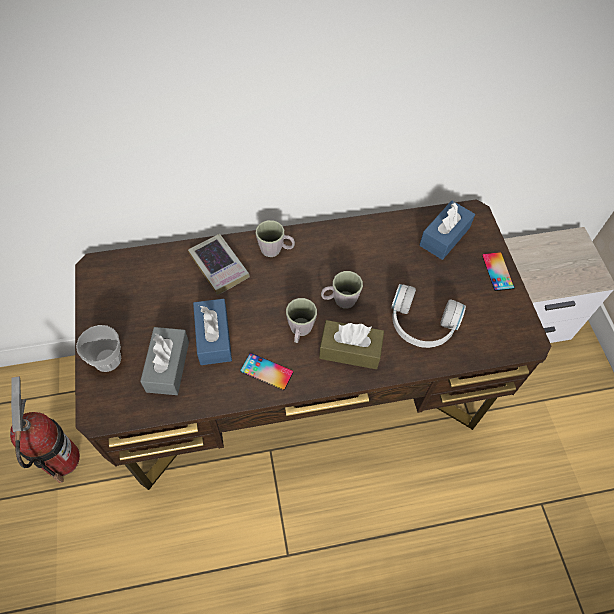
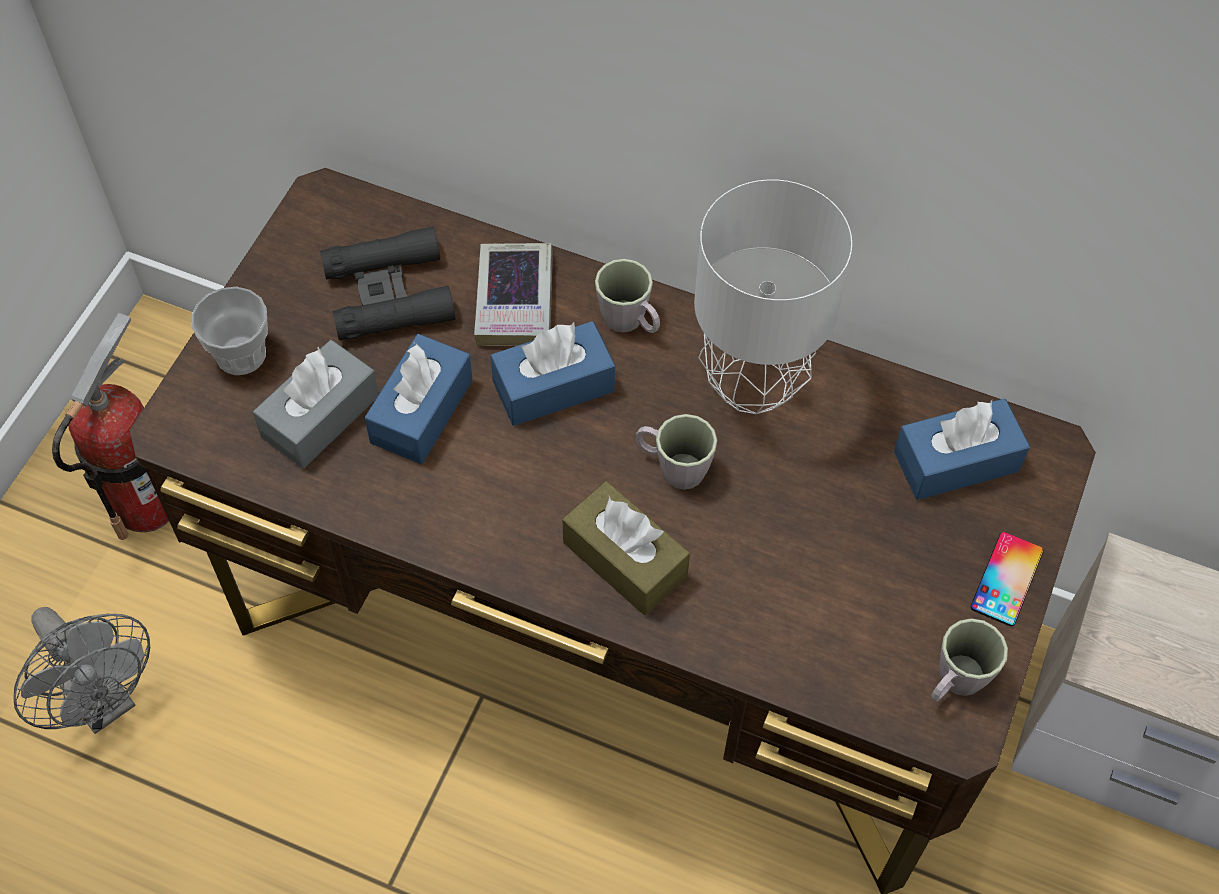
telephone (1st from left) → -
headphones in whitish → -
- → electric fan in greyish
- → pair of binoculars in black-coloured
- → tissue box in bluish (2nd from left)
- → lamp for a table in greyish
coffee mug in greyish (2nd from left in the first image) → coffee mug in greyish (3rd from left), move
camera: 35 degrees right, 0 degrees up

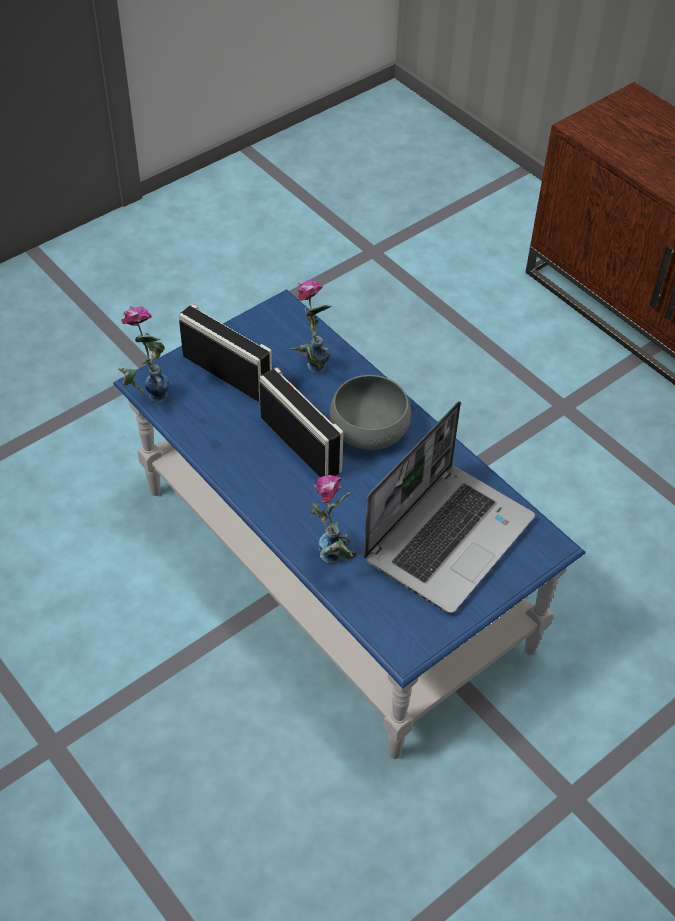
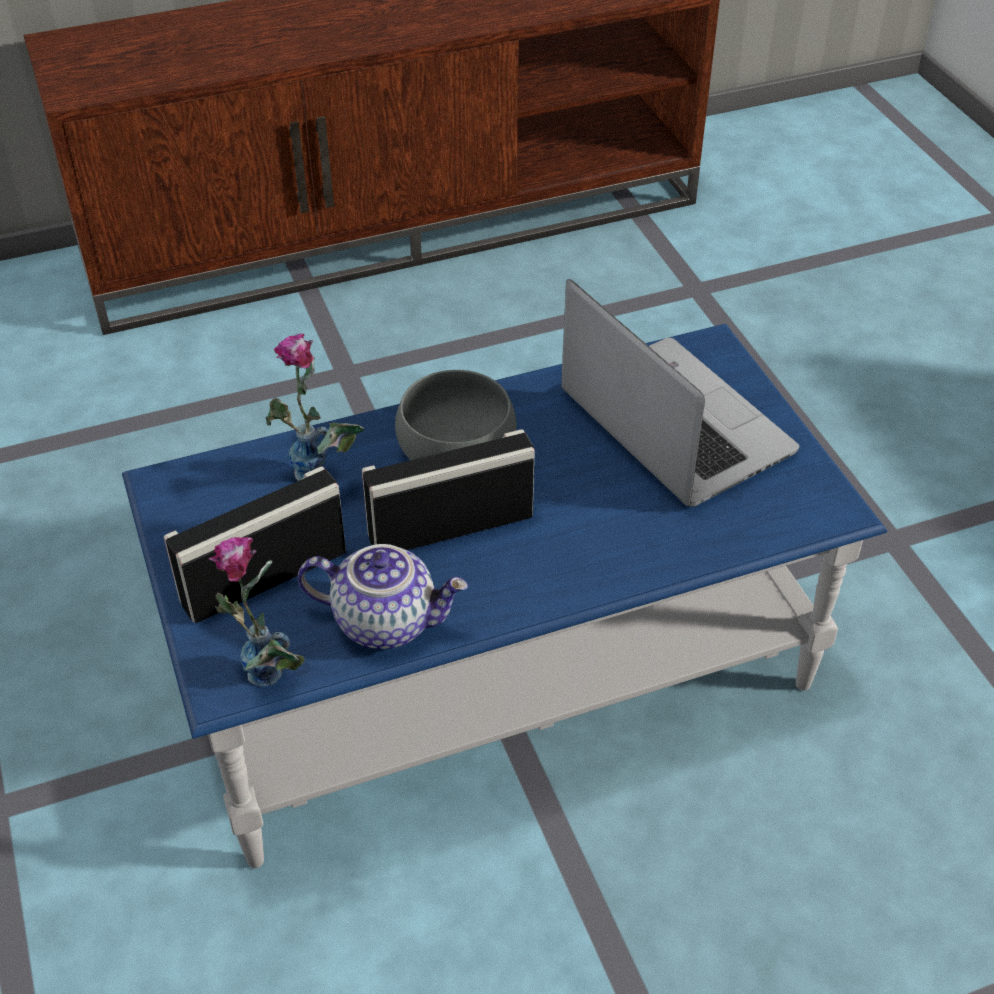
decorative vase (3rd from left) → -
- → pot for tea
camera: 70 degrees left, 5 degrees down

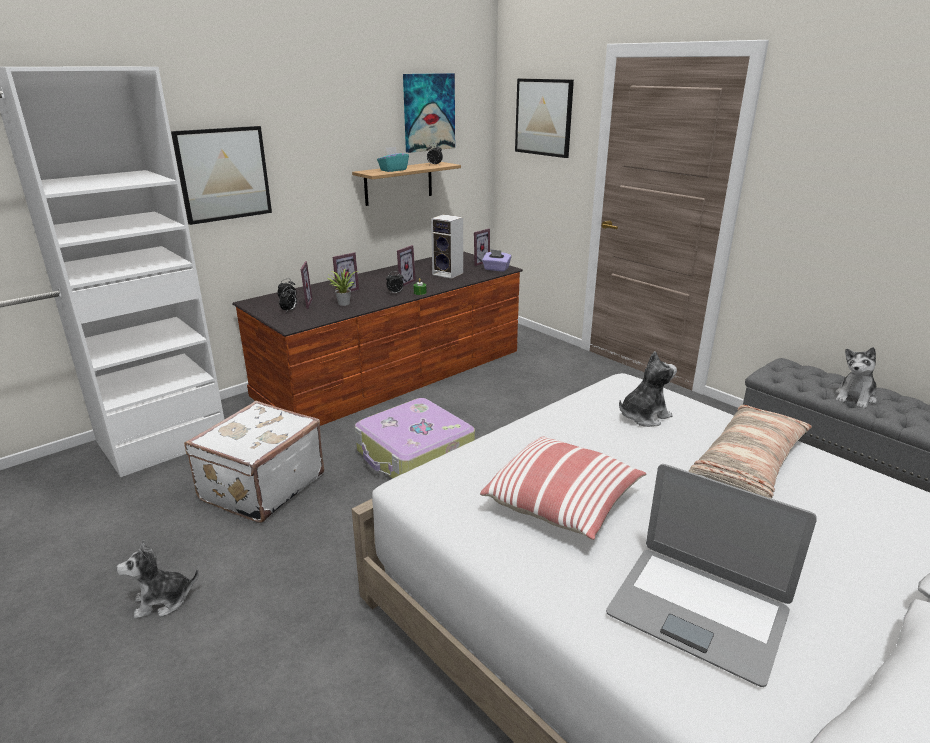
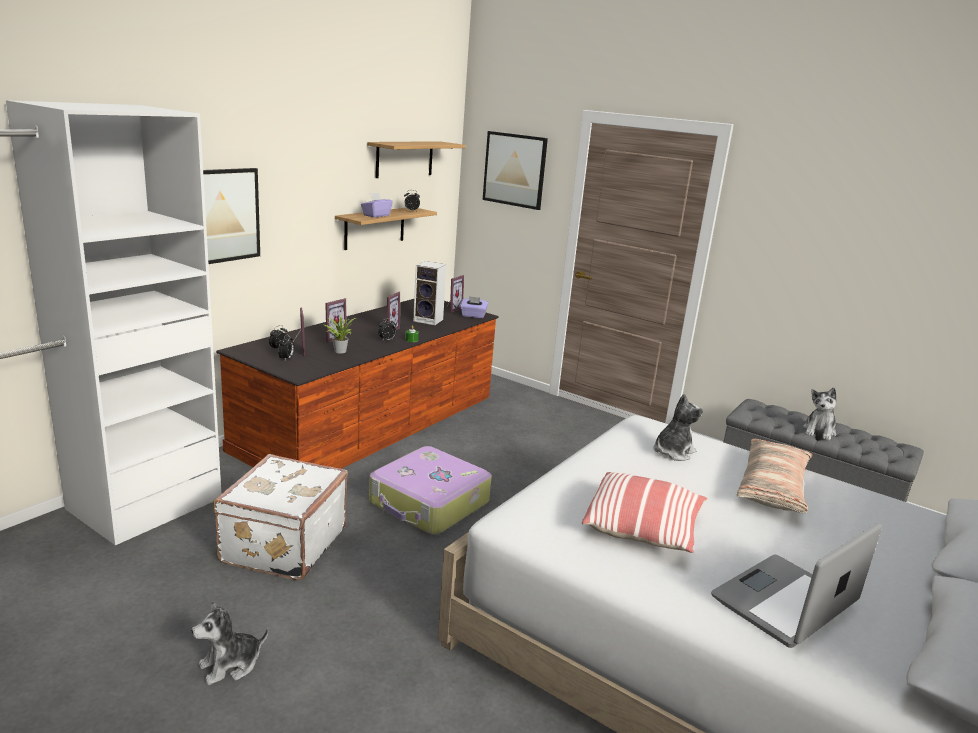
picture (2nd from left) → shelf (2nd from left)
tissue box in turquoise → tissue box in purplish (1st from left)
laptop, 120 degrees clockwise
camera: 15 degrees left, 5 degrees down

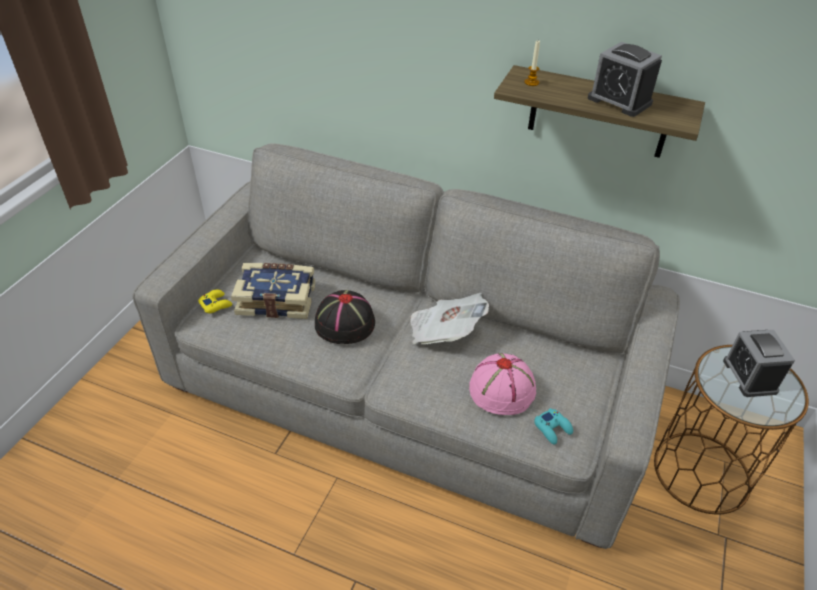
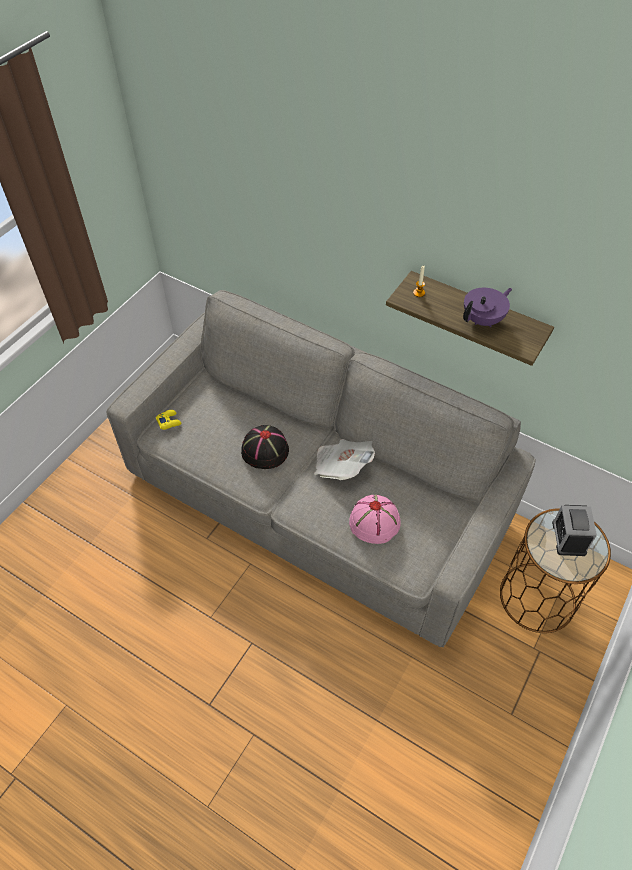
book → -
game controller in turquoise → -
bedside clock (1st from left) → pot for tea in purplish
camera: 10 degrees right, 10 degrees up

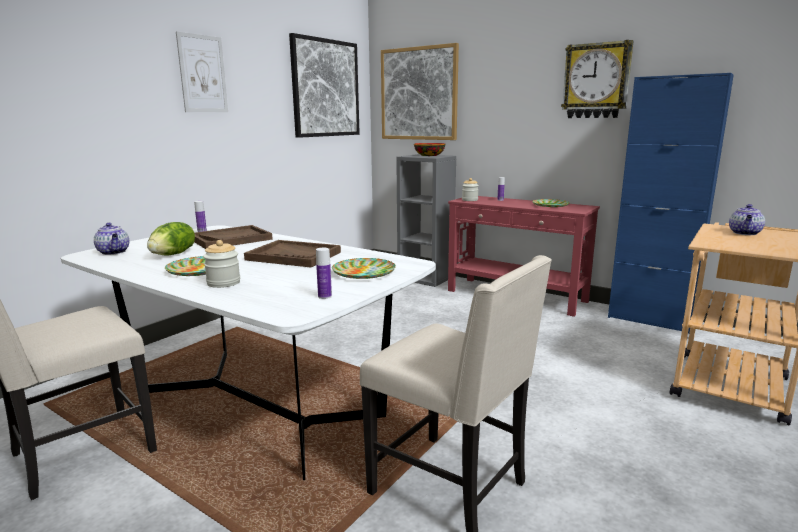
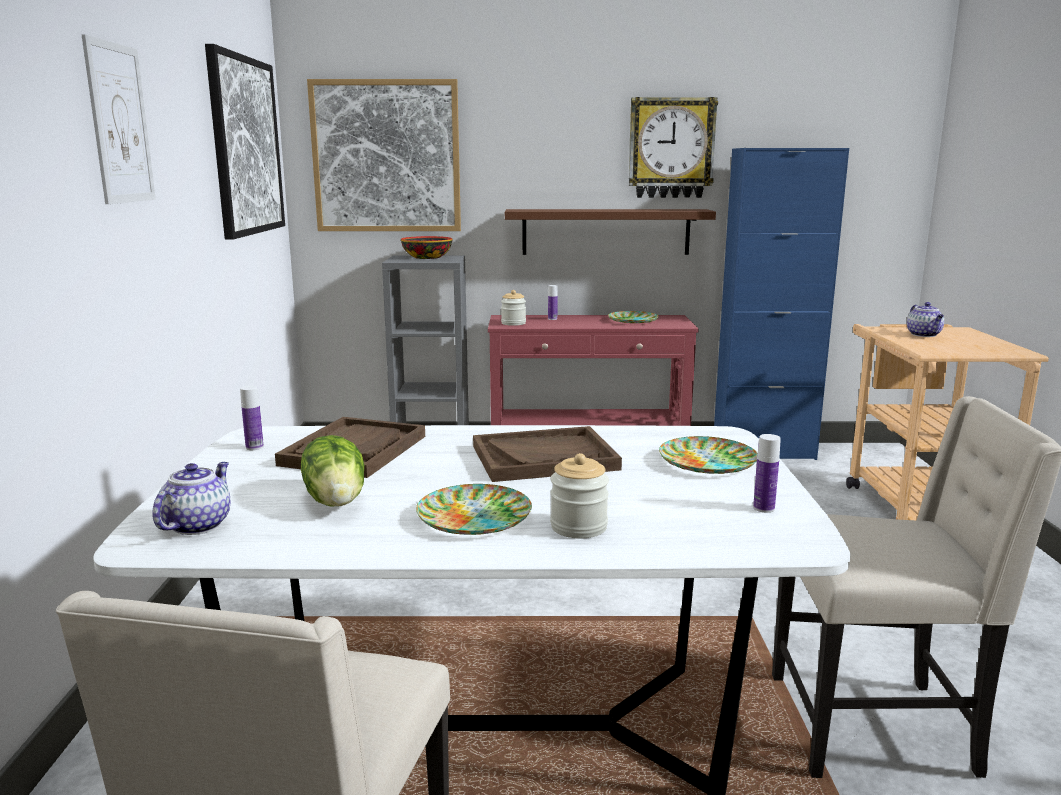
- → shelf in brown
pot for tea (1st from left), 90 degrees counterclockwise
camera: 35 degrees left, 0 degrees up

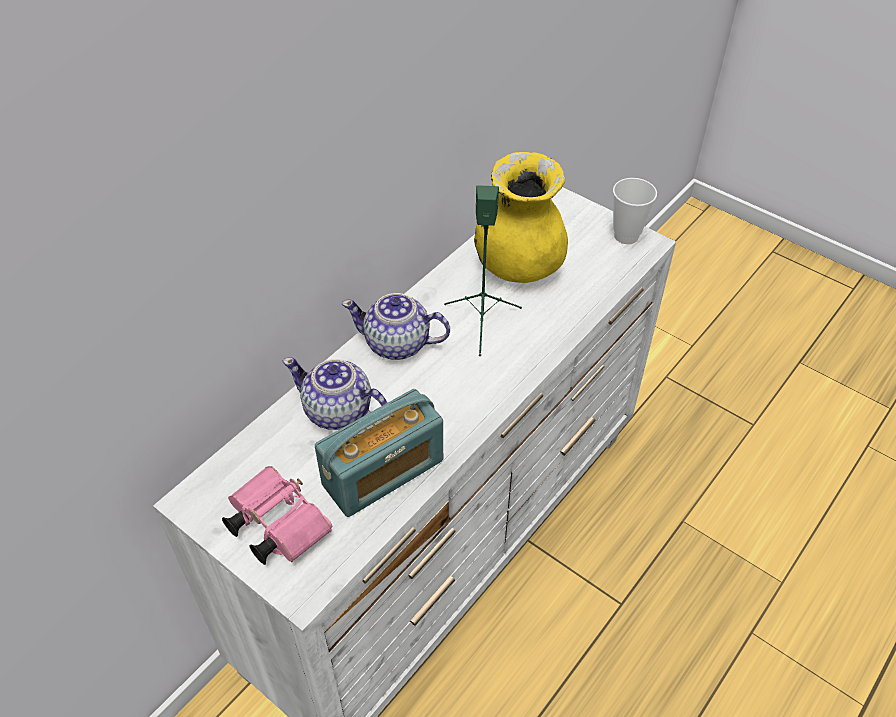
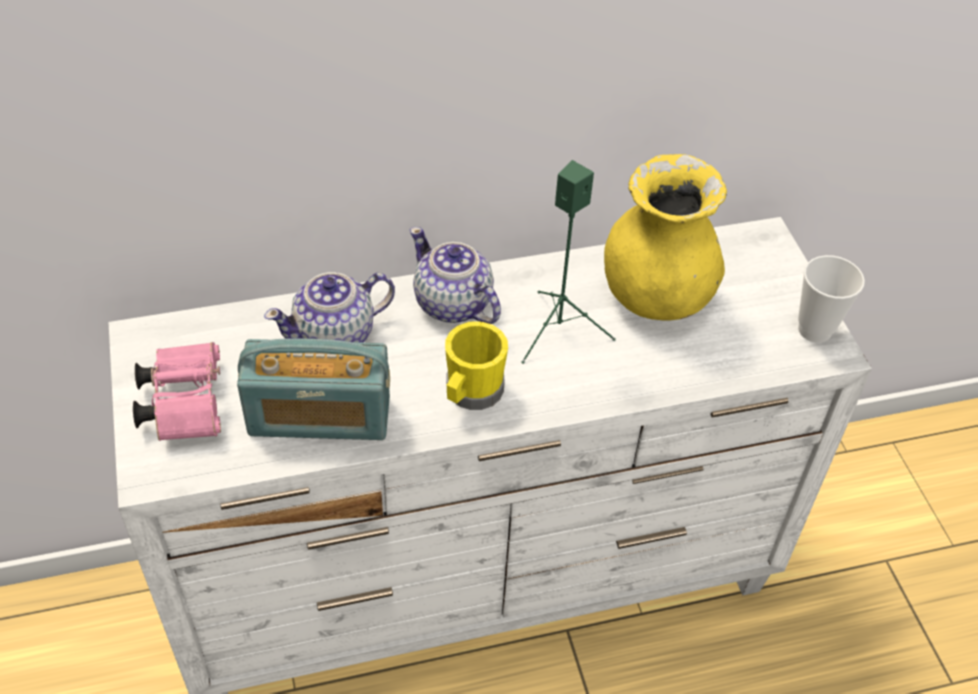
- → coffee mug in yellow
pot for tea (1st from left), 90 degrees counterclockwise
camera: 35 degrees right, 0 degrees up

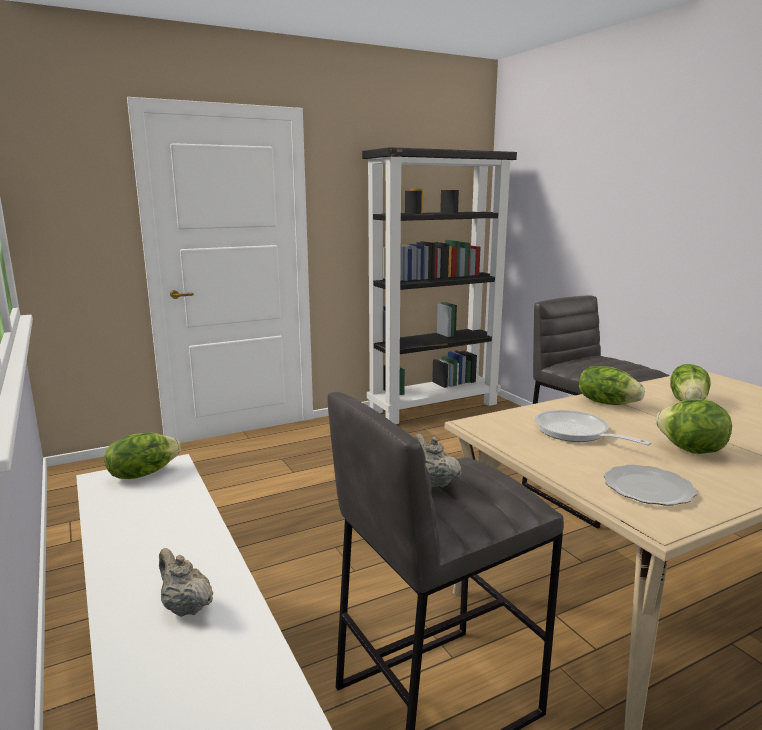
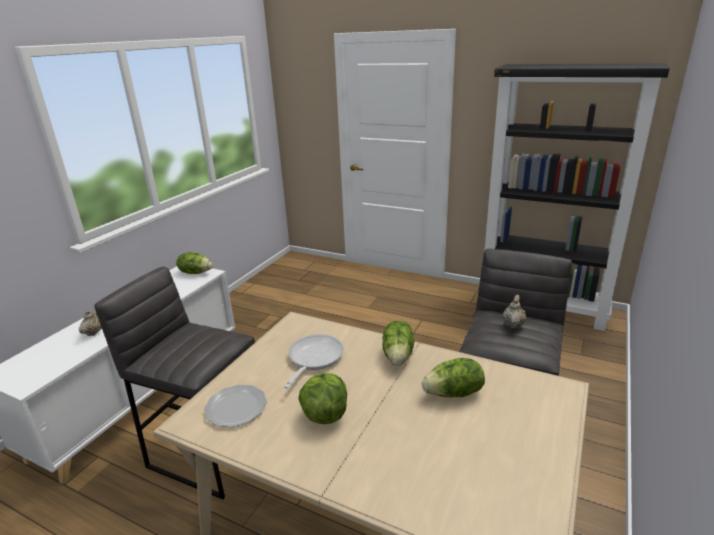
pot for tea in beige-coloured (2nd from left), move
camera: 55 degrees right, 10 degrees up

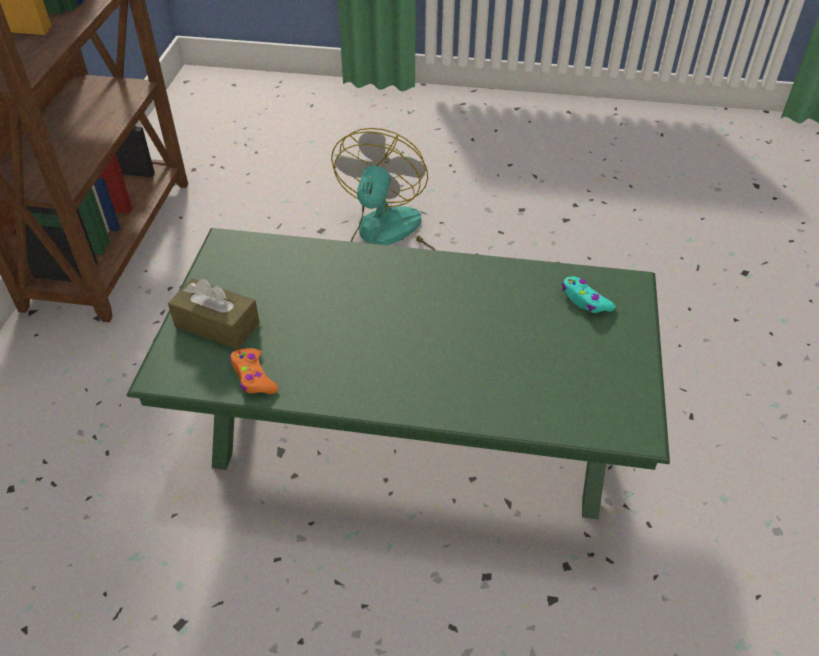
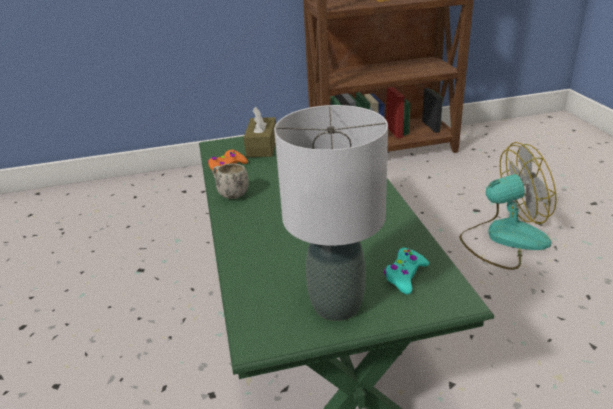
- → coffee mug in whitish
- → lamp for a table in greyish
camera: 70 degrees right, 15 degrees down

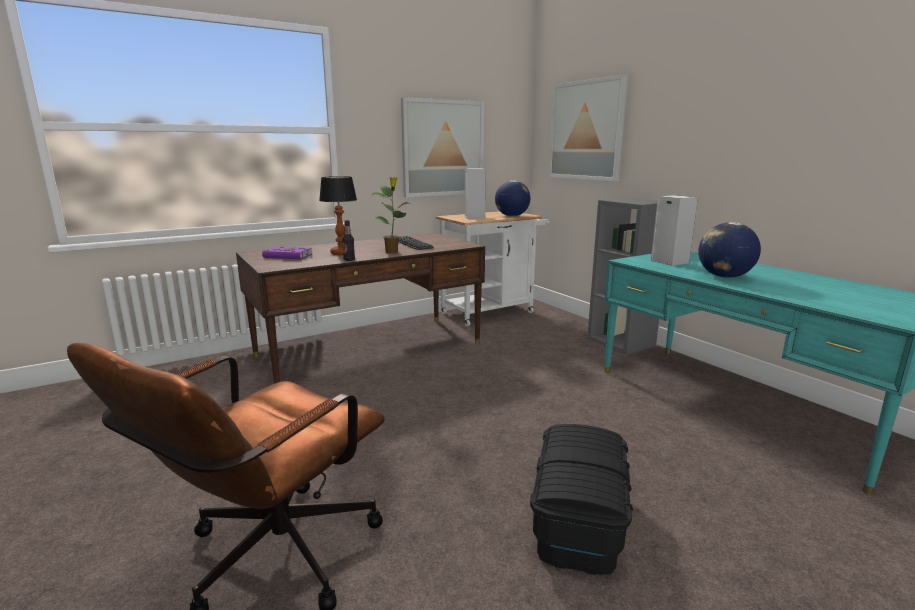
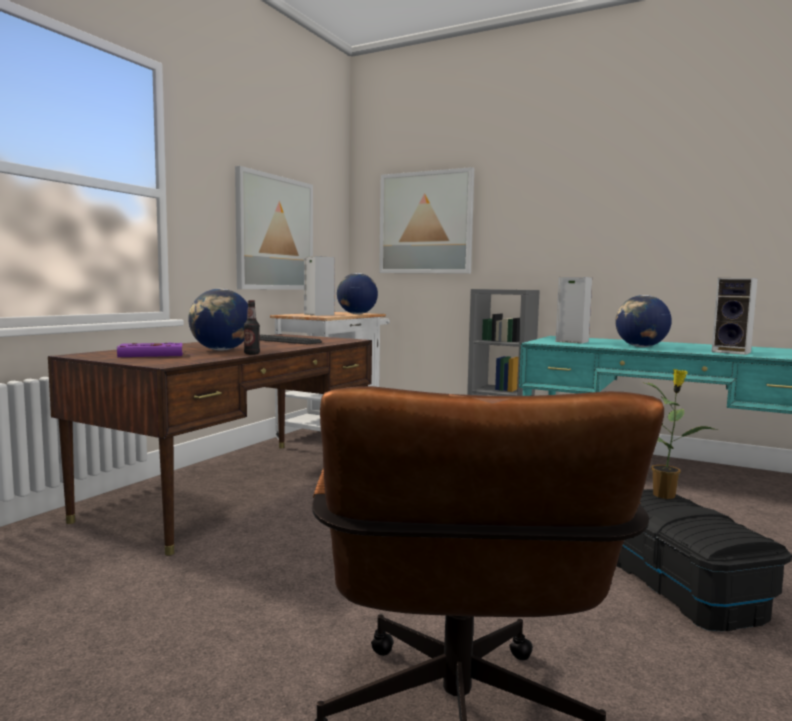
- → speaker (3rd from left)
potted plant, move
lamp for a table → world globe (1st from left)
camera: 30 degrees left, 10 degrees down

